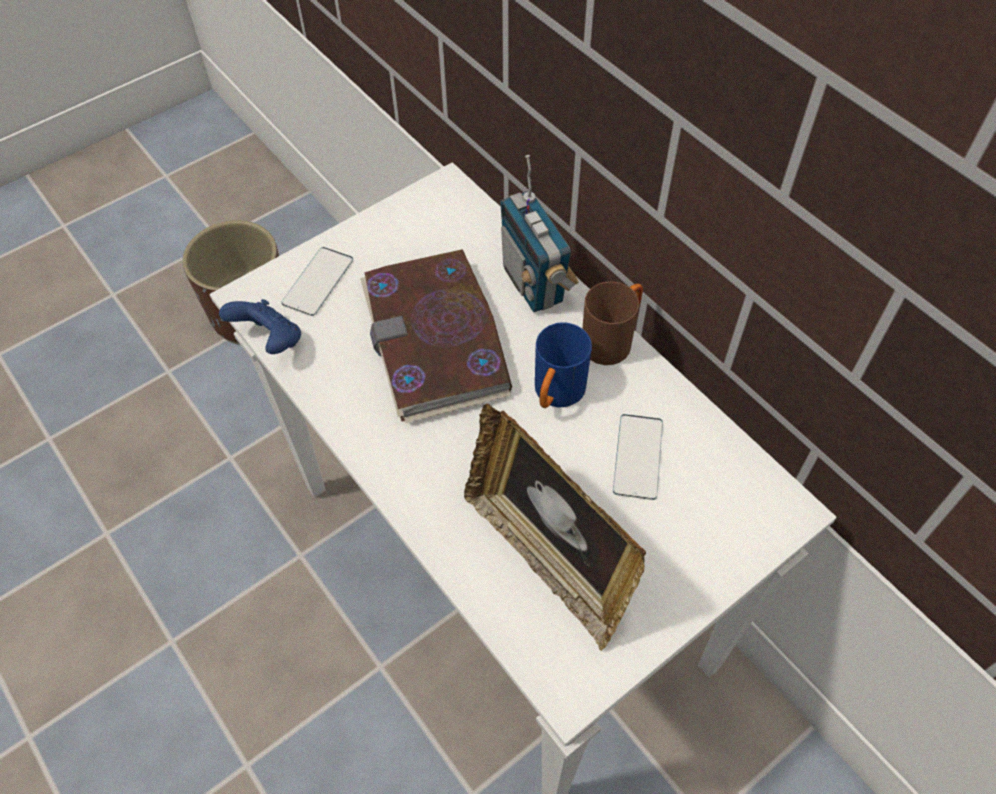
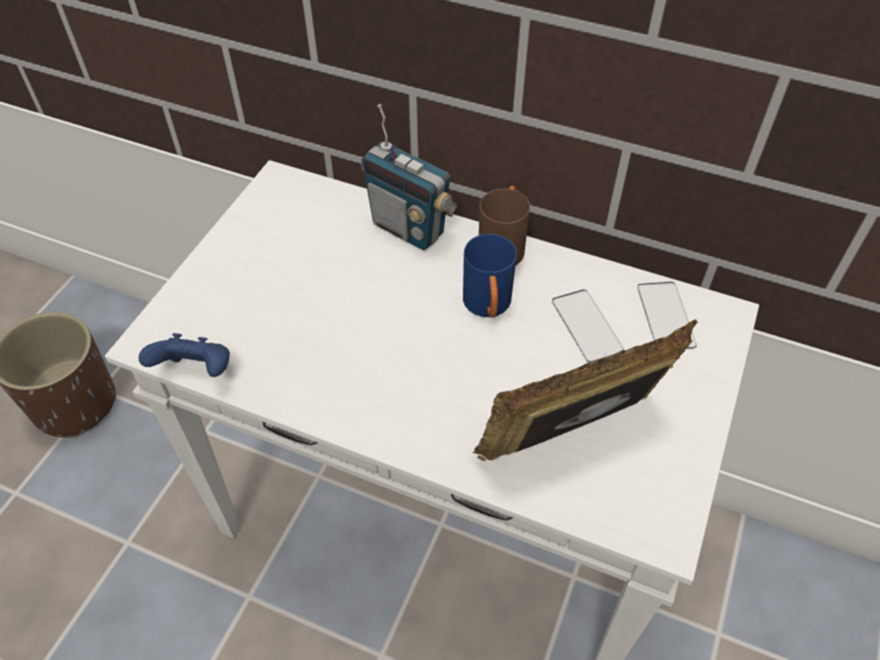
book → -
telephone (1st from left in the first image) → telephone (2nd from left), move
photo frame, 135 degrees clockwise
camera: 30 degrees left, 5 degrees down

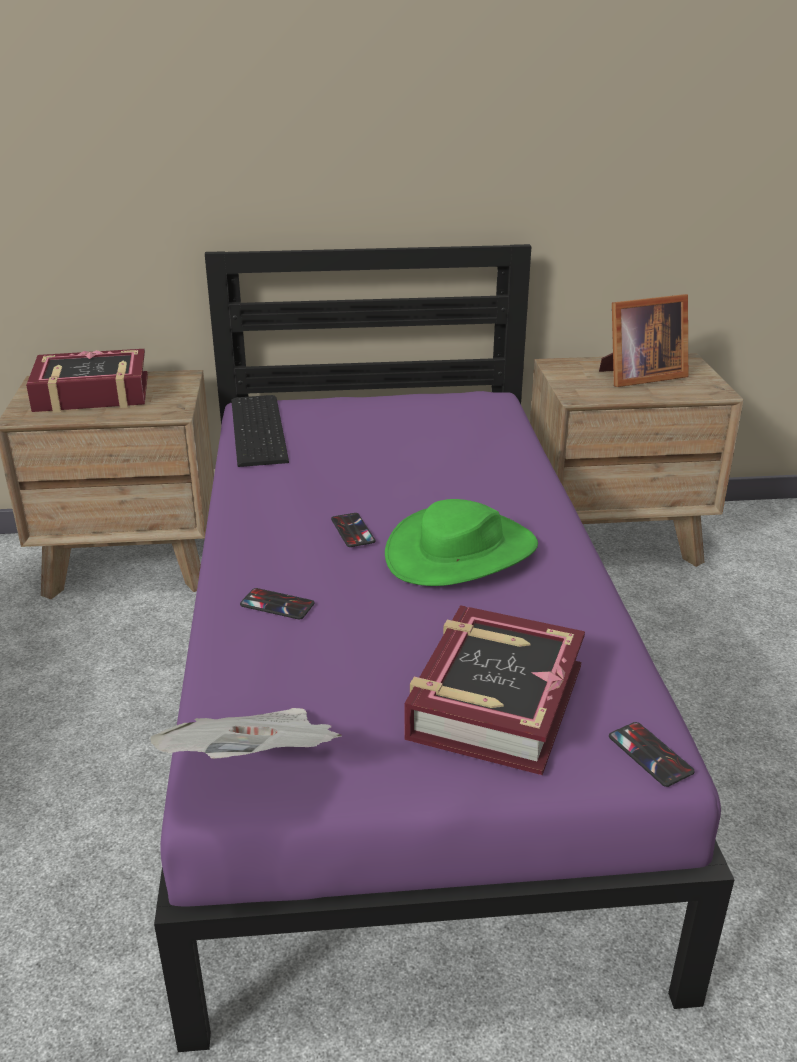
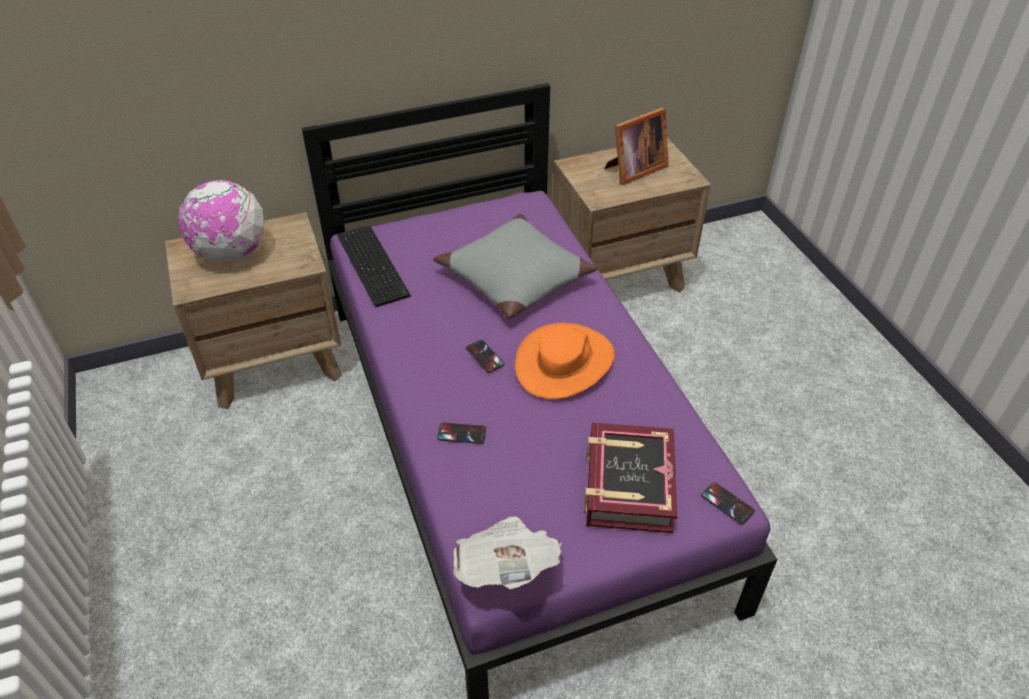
- → throw pillow in greyish
book (1st from left) → world globe
wearable hat in green-coloured → wearable hat in orange-coloured
camera: 15 degrees left, 15 degrees up

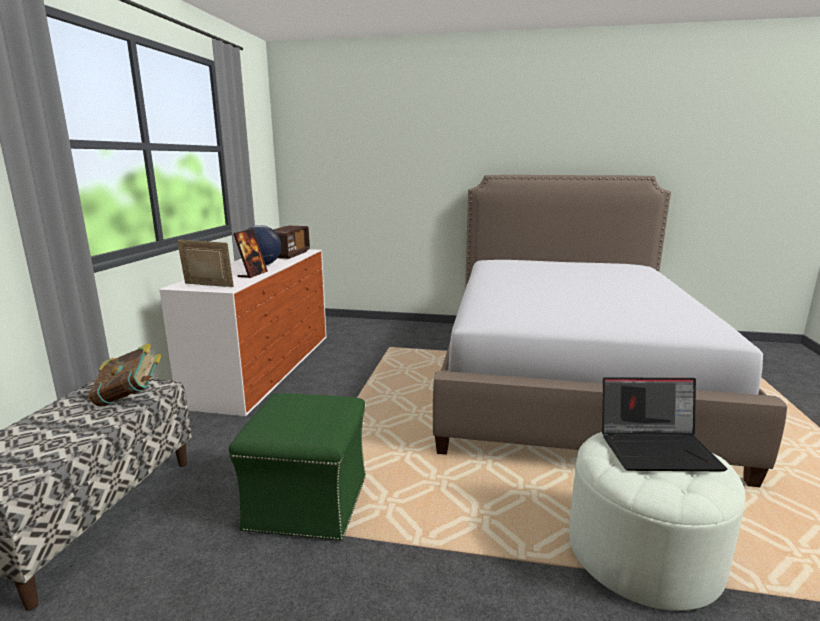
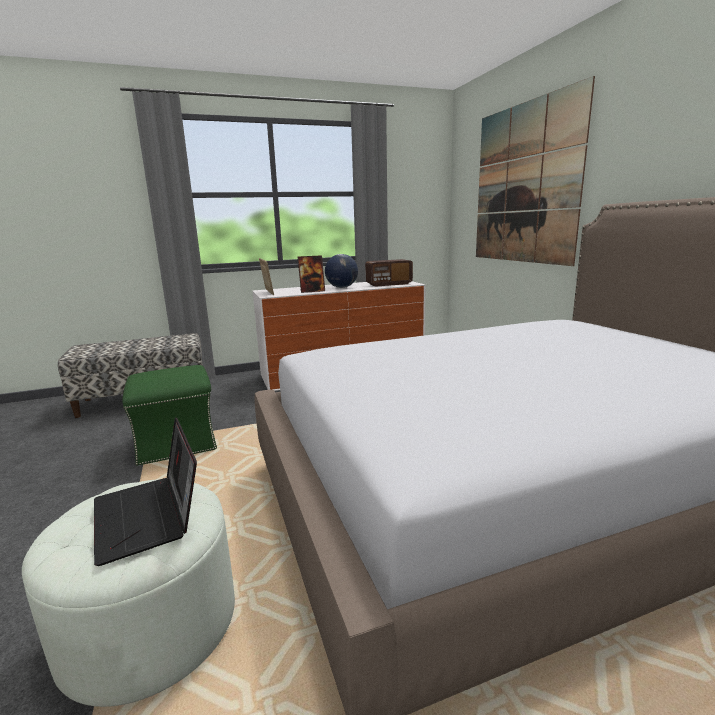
book → -
- → picture
camera: 60 degrees right, 0 degrees up

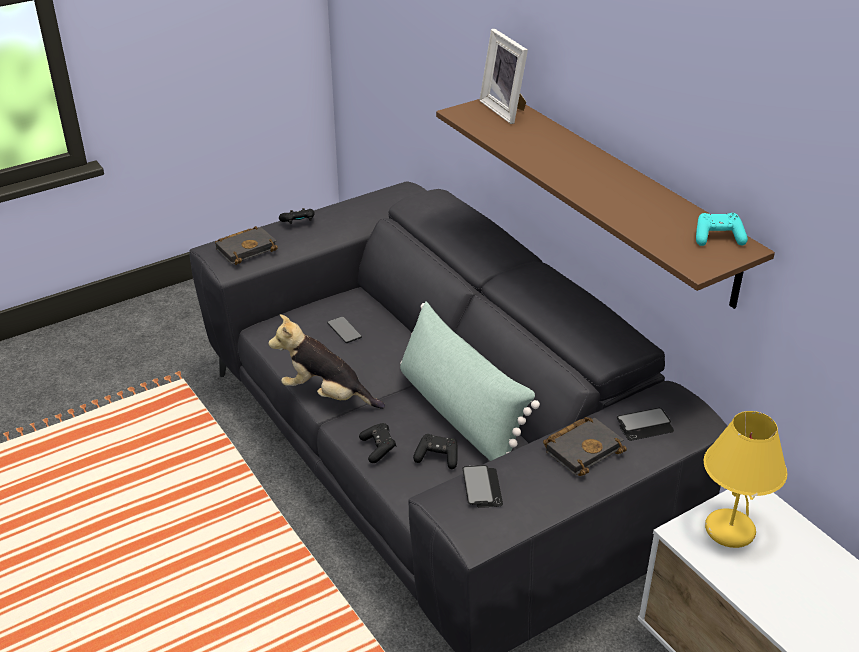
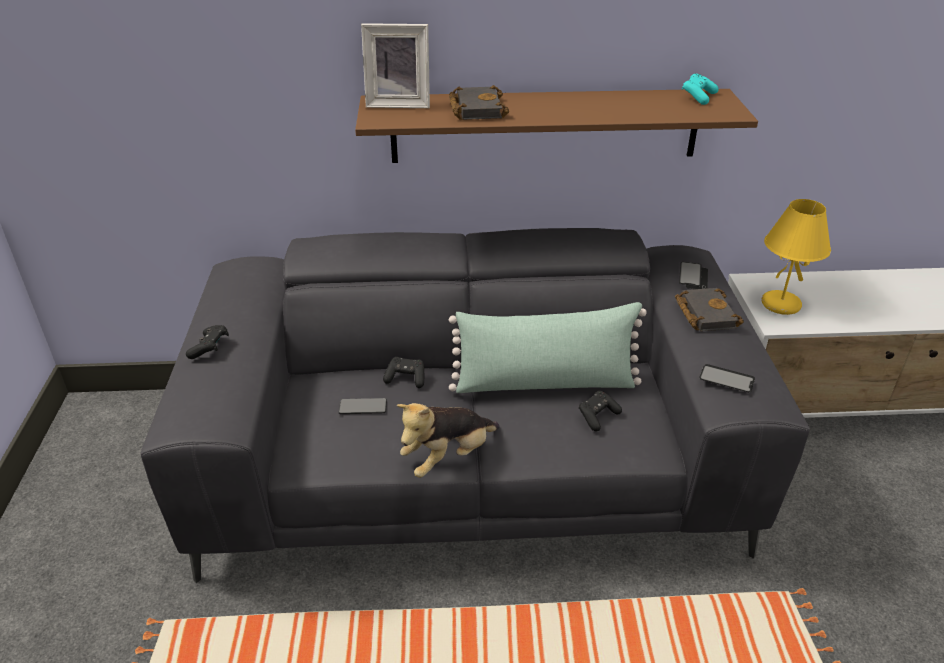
book in black-coloured (1st from left), move
game controller in black-coloured (2nd from left), move
camera: 60 degrees left, 0 degrees up

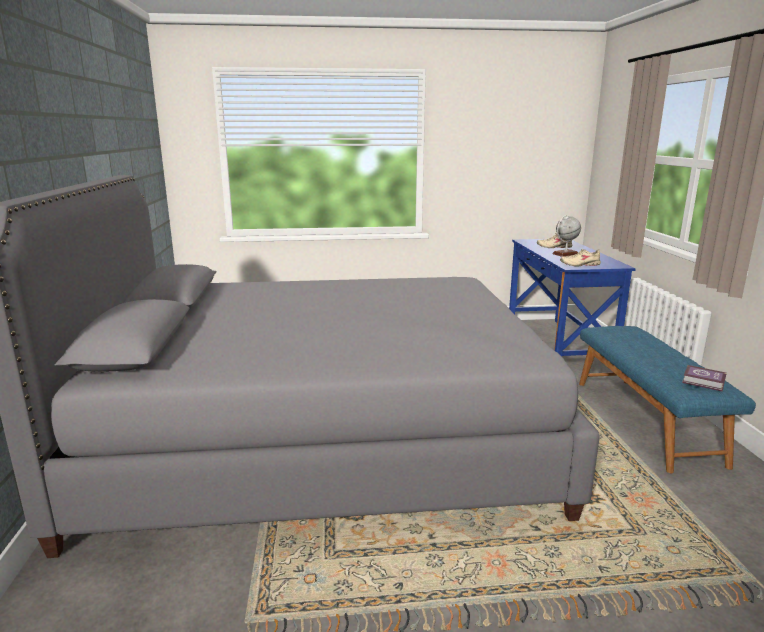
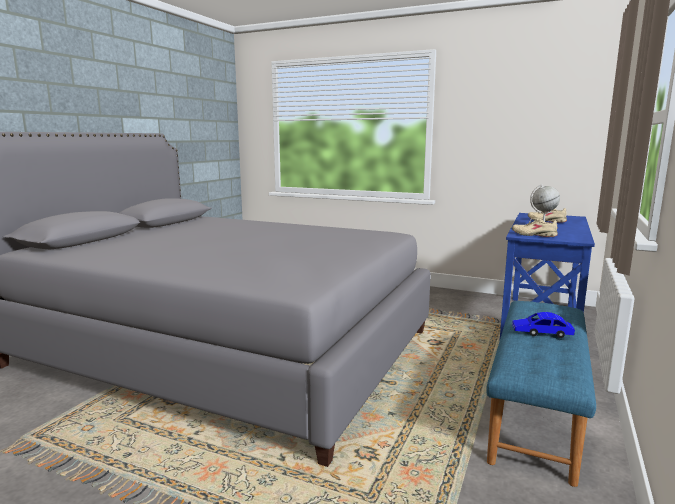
book → -
- → toy car in bluish
camera: 30 degrees right, 5 degrees down

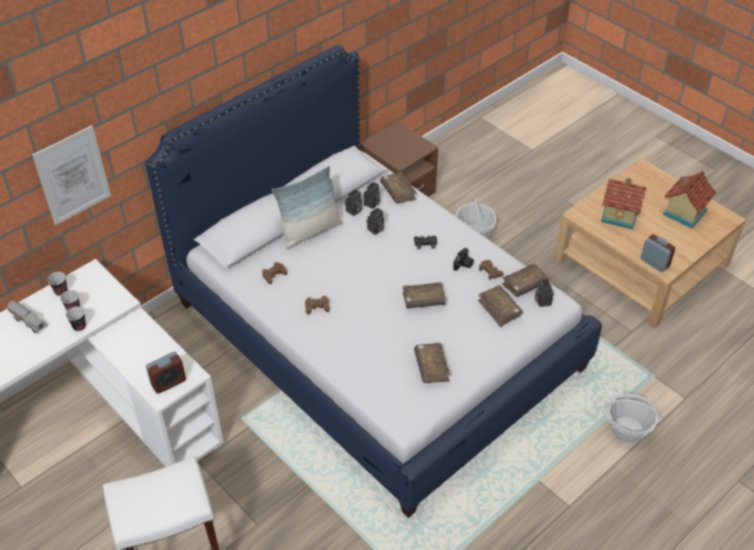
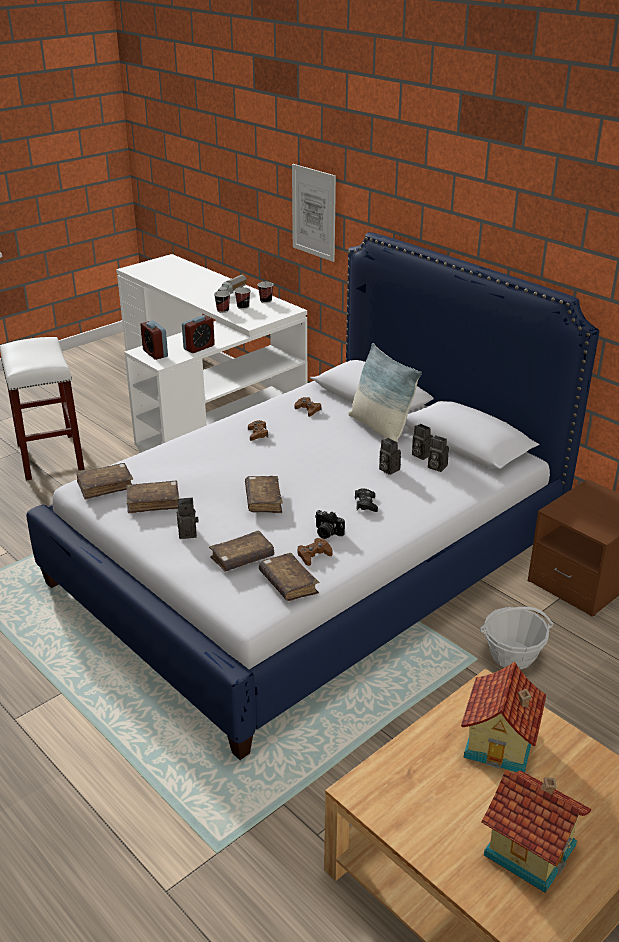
basket (2nd from left) → -
book in brown (1st from left), move
still camera (5th from left in the first image) → still camera (1st from left), move
bedside clock (2nd from left), move
camera: 90 degrees right, 15 degrees down

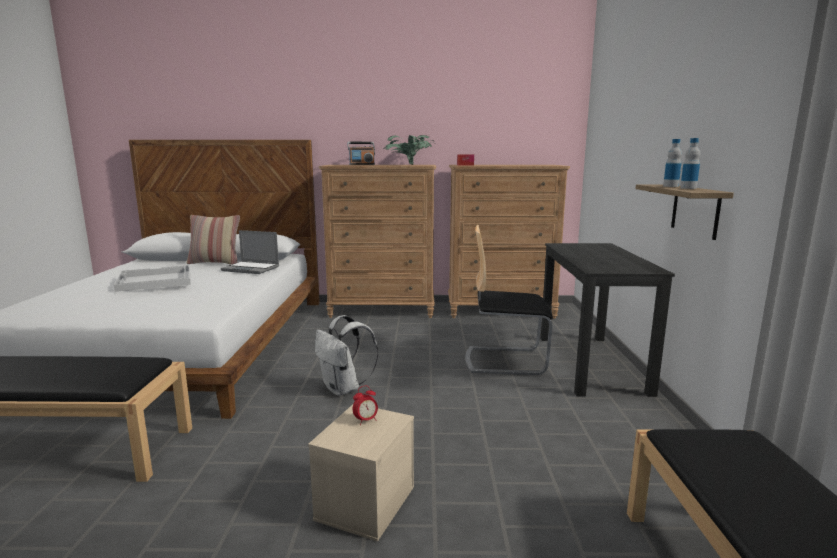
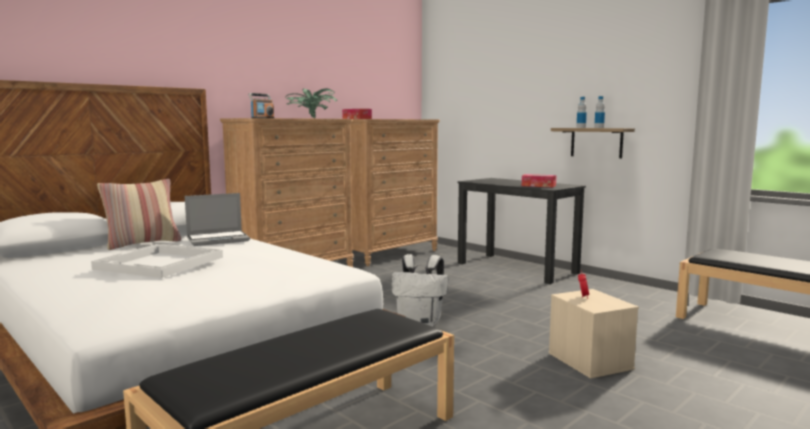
upright chair → -
- → tissue box (2nd from left)
camera: 45 degrees left, 5 degrees down

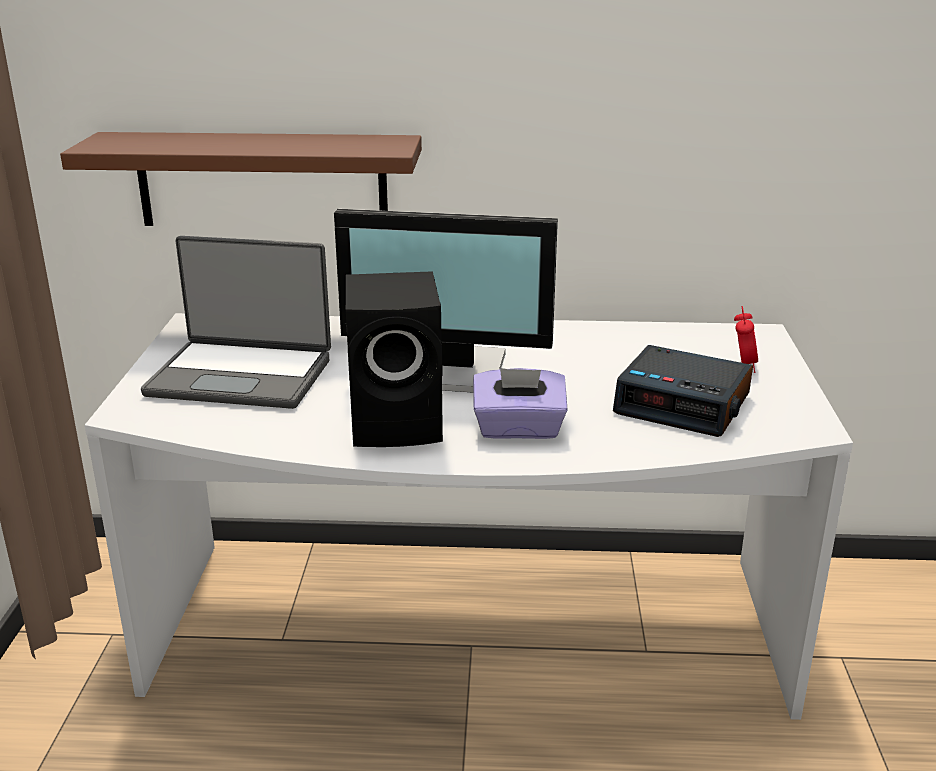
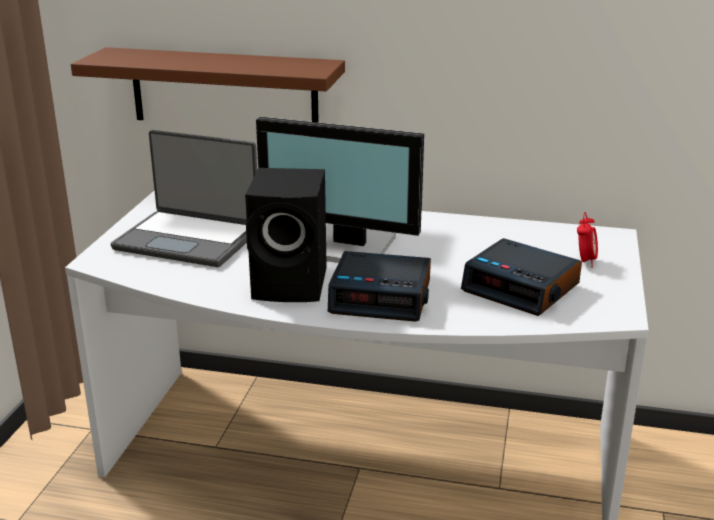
tissue box in purplish → bedside clock (1st from left)
camera: 10 degrees right, 0 degrees up

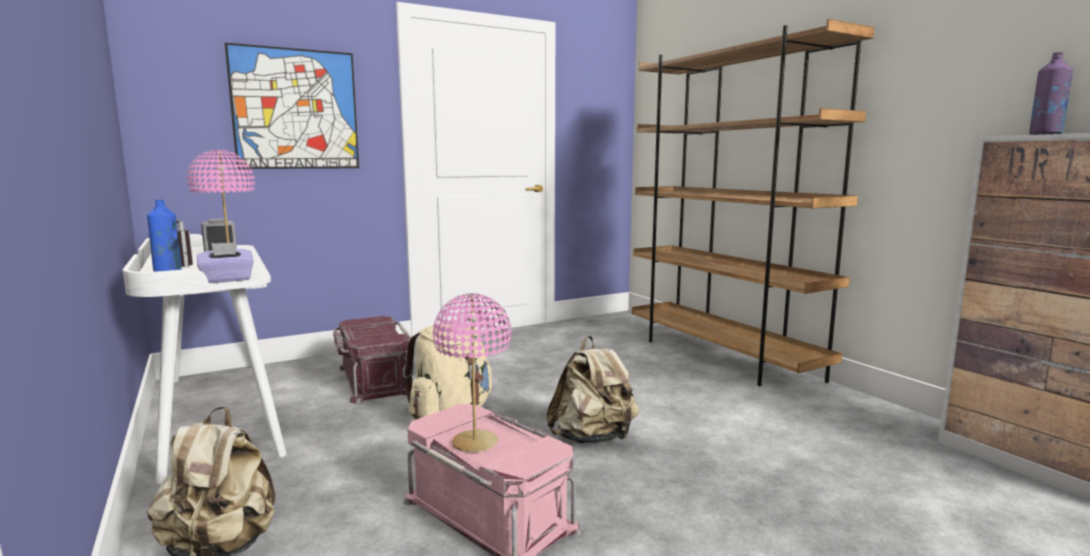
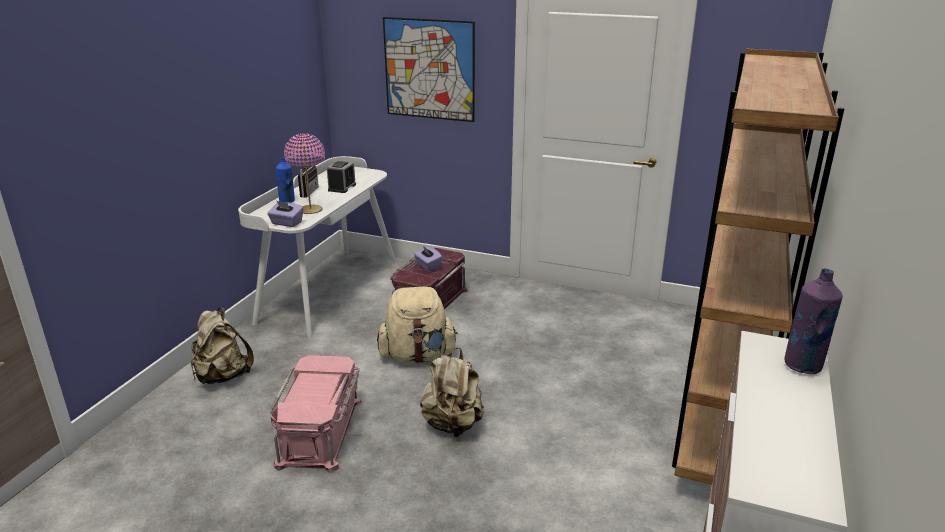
lamp for a table in pink-coloured (2nd from left) → -
- → tissue box in purplish (2nd from left)
camera: 50 degrees right, 15 degrees up

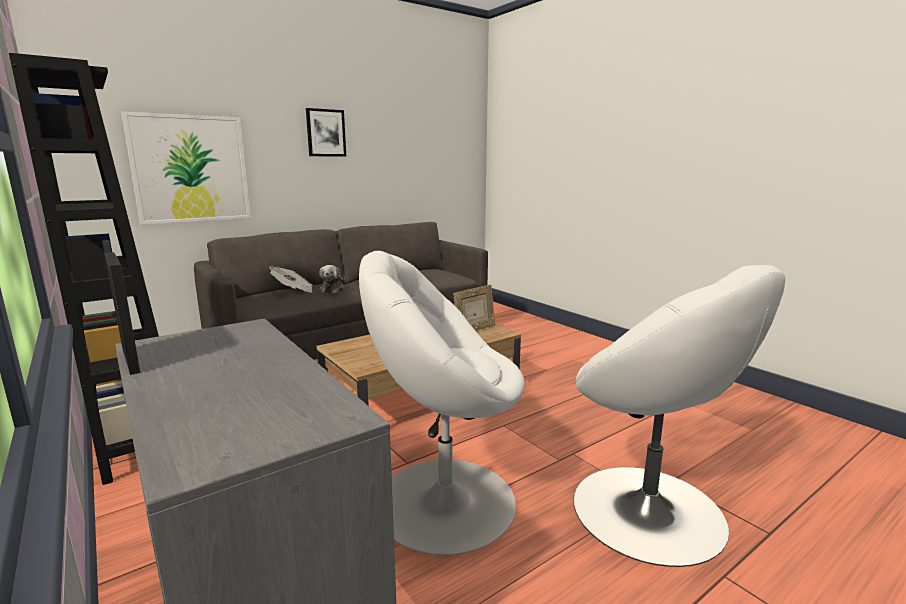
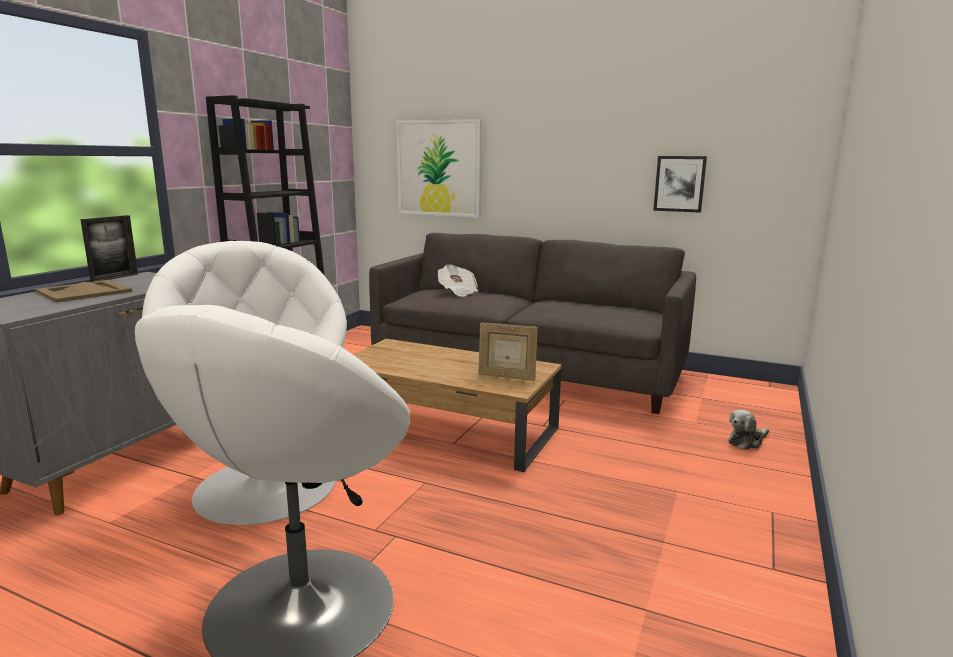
- → carrying tray in beige-coloured
picture (2nd from left), move
plush toy, move
camera: 60 degrees right, 0 degrees up

